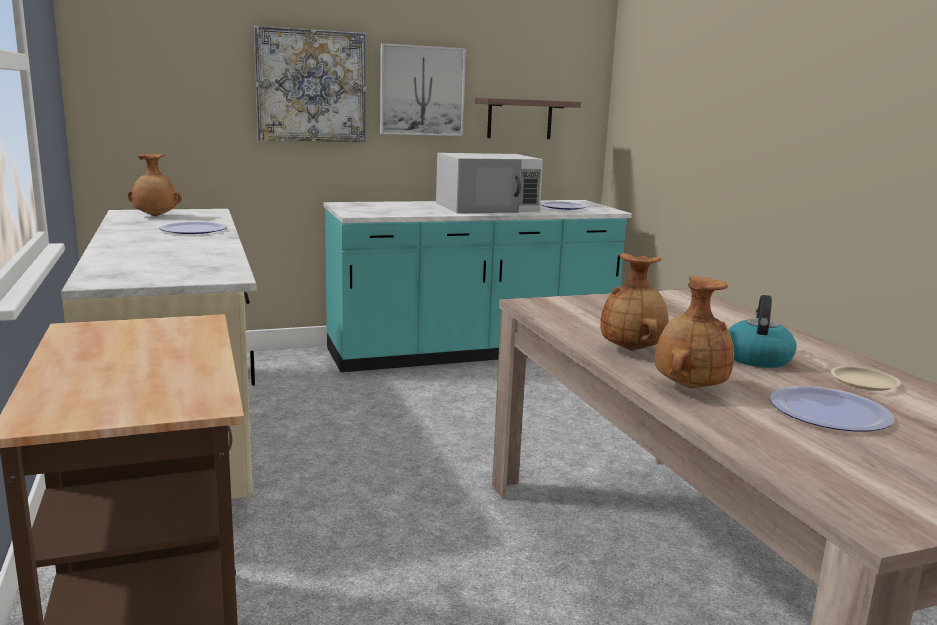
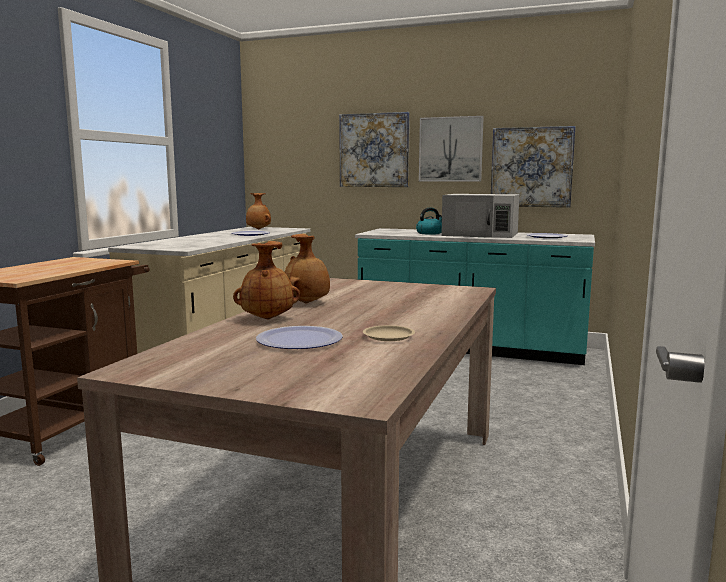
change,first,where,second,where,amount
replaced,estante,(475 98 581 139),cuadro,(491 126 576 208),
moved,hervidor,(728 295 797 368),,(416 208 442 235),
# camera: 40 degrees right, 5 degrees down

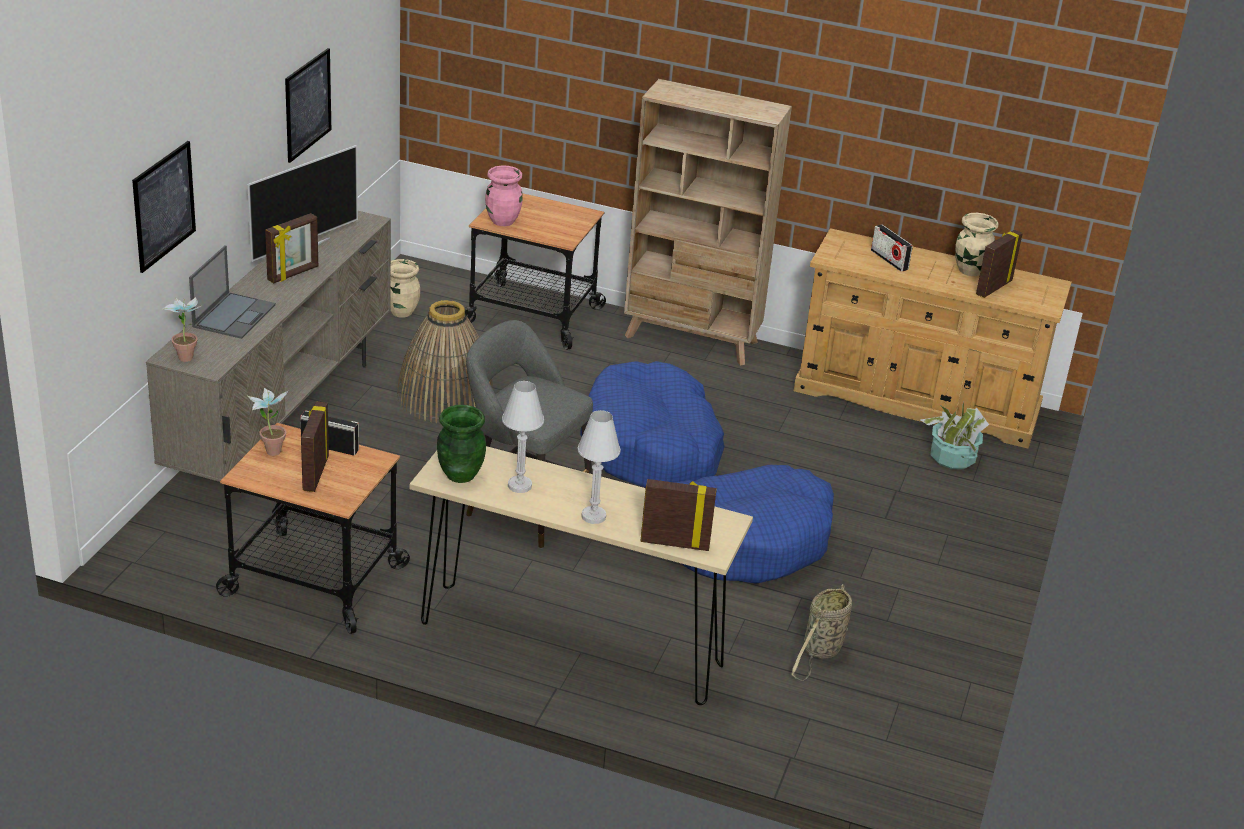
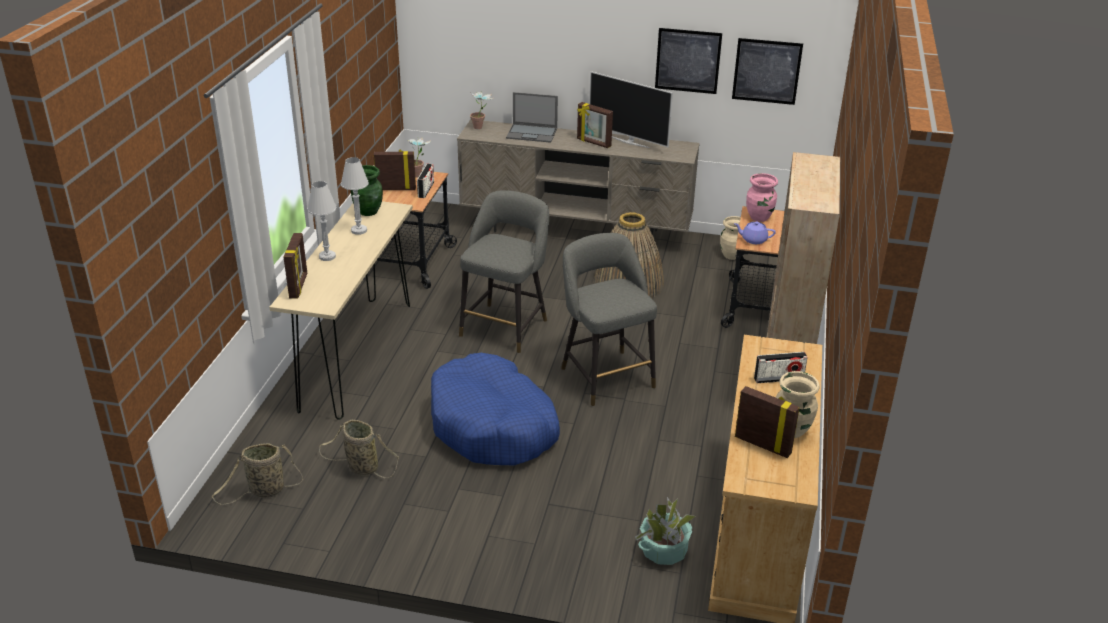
change,first,where,second,where,amount
moved,cuadro,(132 141 196 273),,(732 38 803 105),
turned,radio,(871 225 913 271),,(754 352 808 383),150 degrees counterclockwise
replaced,cama para perro (azul),(580 361 725 488),taburete (gris),(561 233 657 406),
added,,,tetera (morado),(734 222 776 244),
added,,,cesta,(212 443 303 504),
# camera: 85 degrees right, 0 degrees up

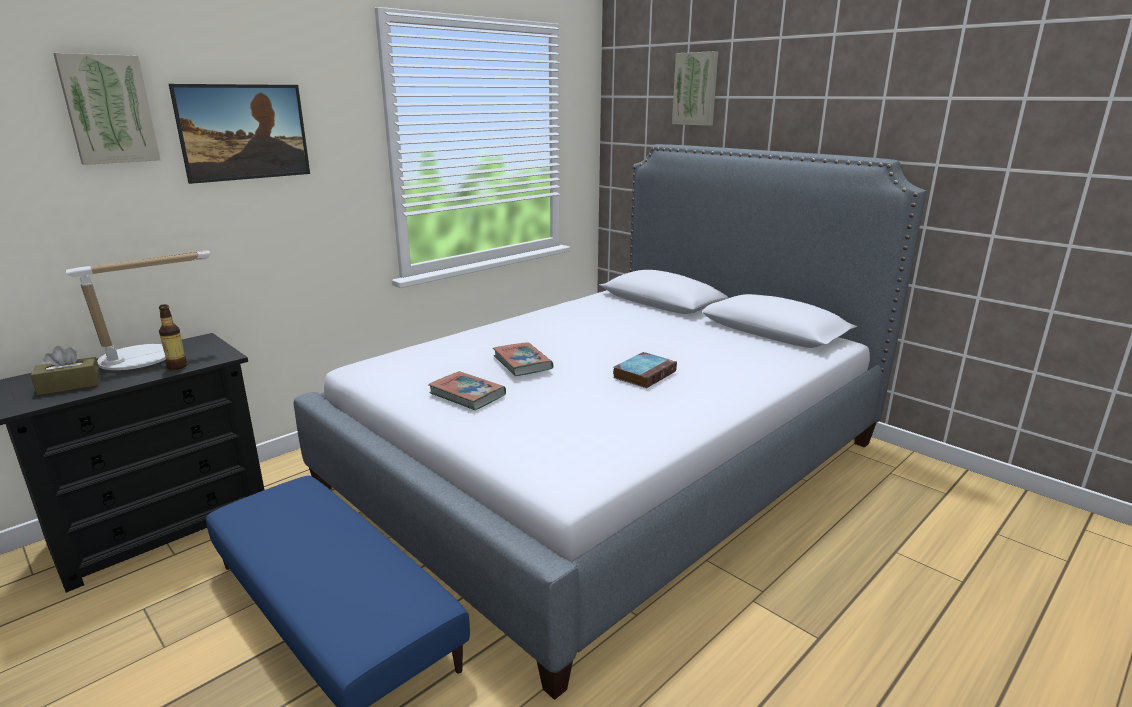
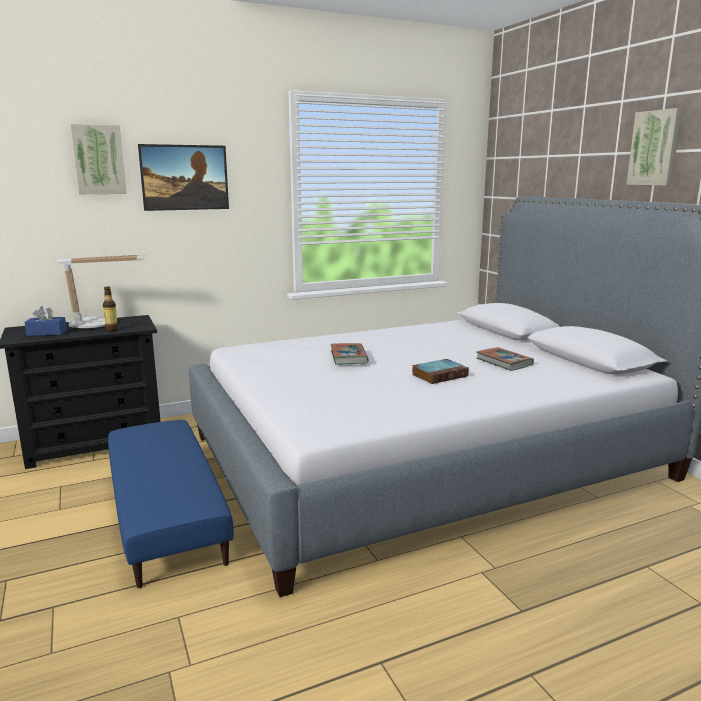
change,first,where,second,where,amount
moved,cuadro,(672 51 718 126),,(626 108 682 185),
recoloured,caja de pañuelos (marrón),(31 346 101 395),caja de pañuelos (azul),(24 306 67 336),
moved,libro,(428 371 506 410),,(477 347 534 371),
# camera: 20 degrees right, 5 degrees down

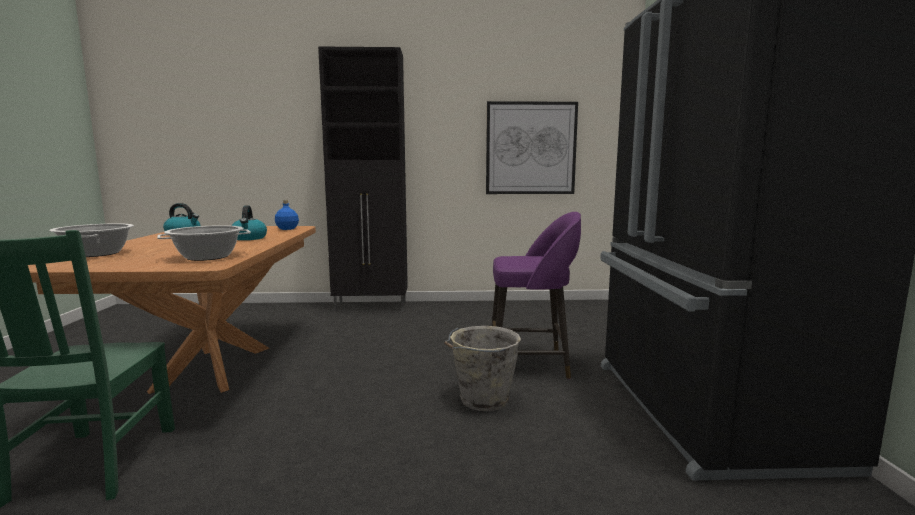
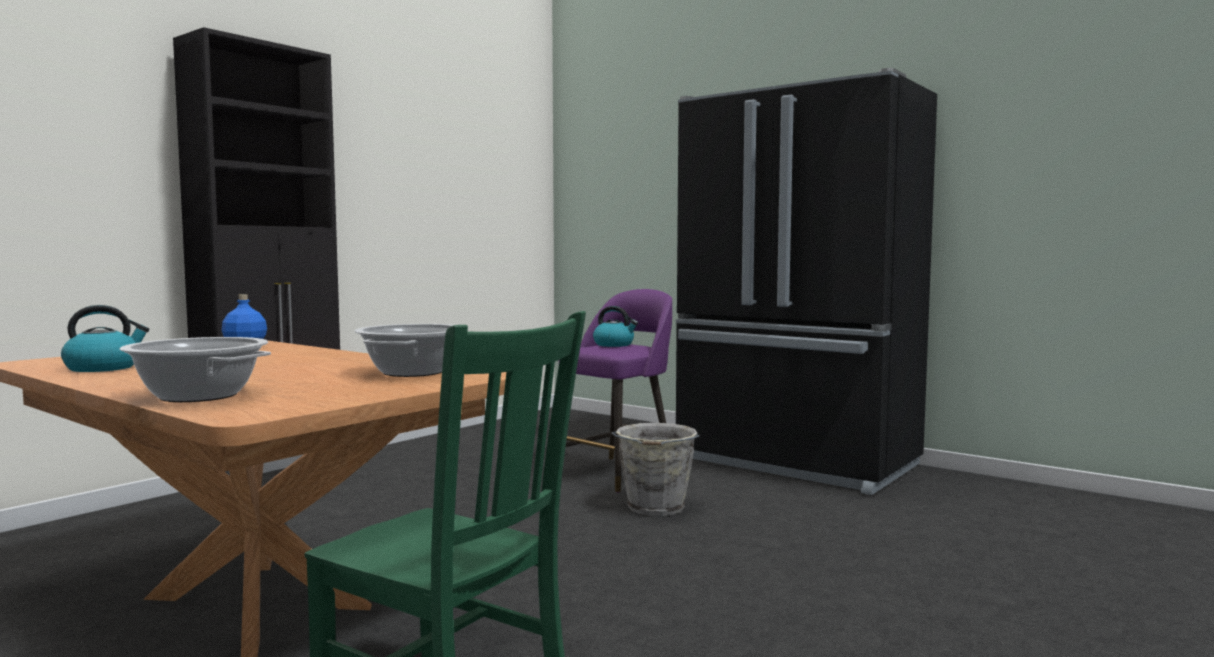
change,first,where,second,where,amount
removed,cuadro,(486 101 578 194),,,
moved,hervidor,(231 205 267 240),,(593 306 638 347),
# camera: 50 degrees left, 5 degrees down

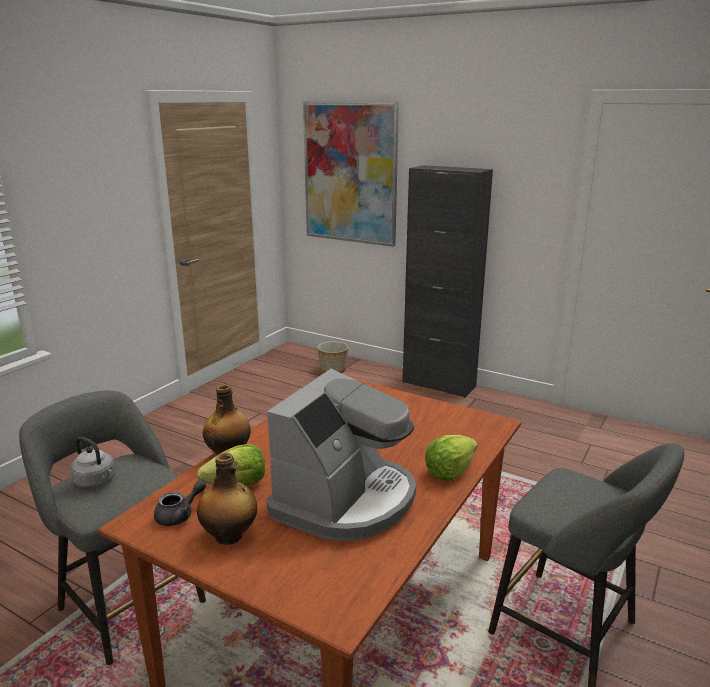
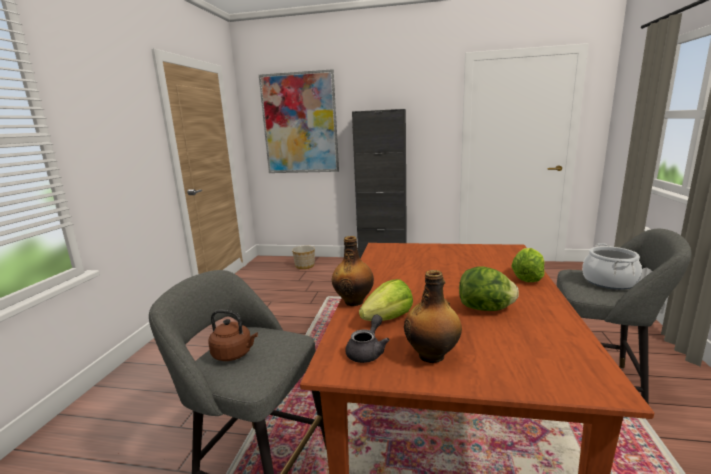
change,first,where,second,where,amount
replaced,cafetera,(267 369 416 541),lechuga,(459 266 519 311),
recoloured,hervidor (gris),(71 437 115 488),hervidor (marrón),(208 310 258 361),
added,,,olla,(582 243 642 290),
# camera: 20 degrees left, 5 degrees down

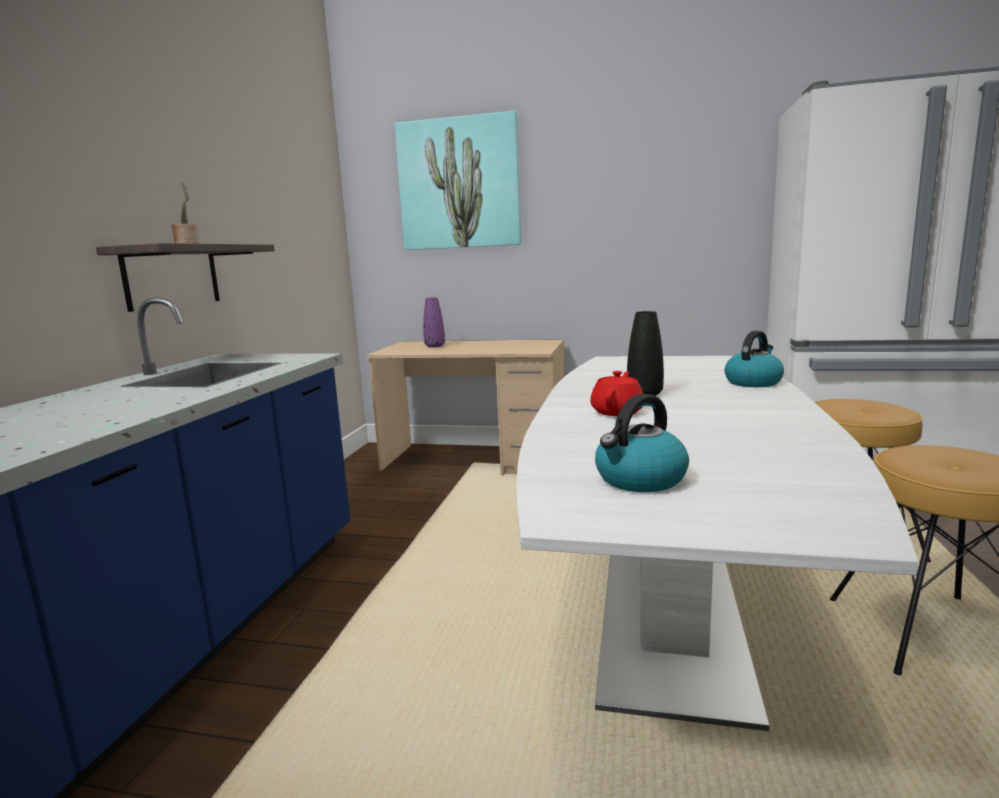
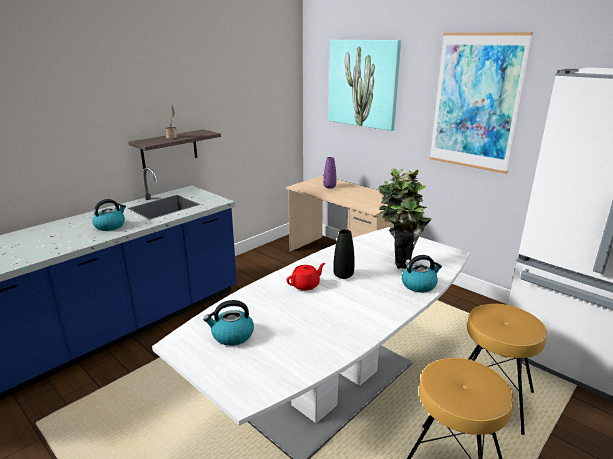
change,first,where,second,where,amount
added,,,cuadro,(429 32 533 174),
added,,,planta en maceta,(377 168 432 269),
added,,,hervidor,(92 199 126 231),
# camera: 30 degrees right, 10 degrees up

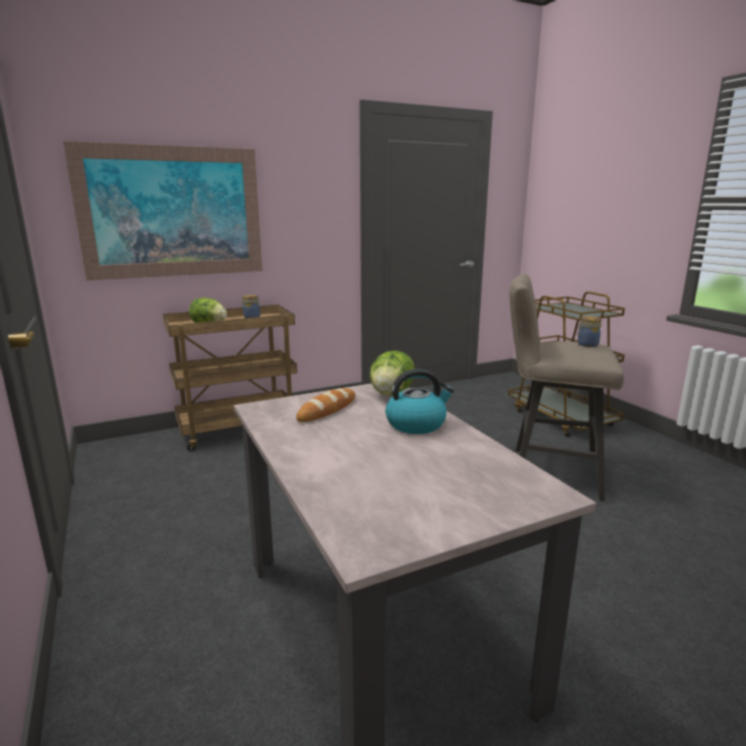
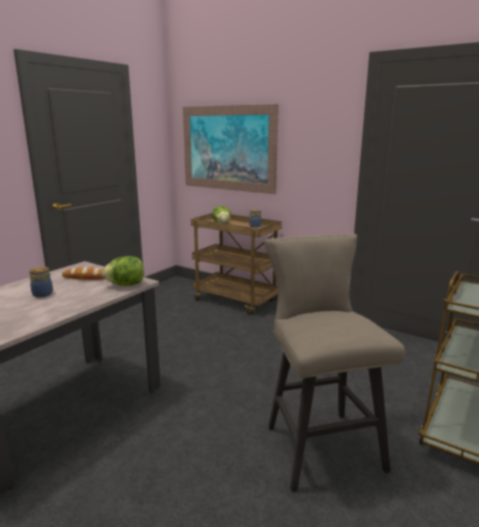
change,first,where,second,where,amount
moved,tarro,(577 316 602 347),,(29 267 53 297),
removed,hervidor,(385 369 454 434),,,
# camera: 60 degrees right, 0 degrees up

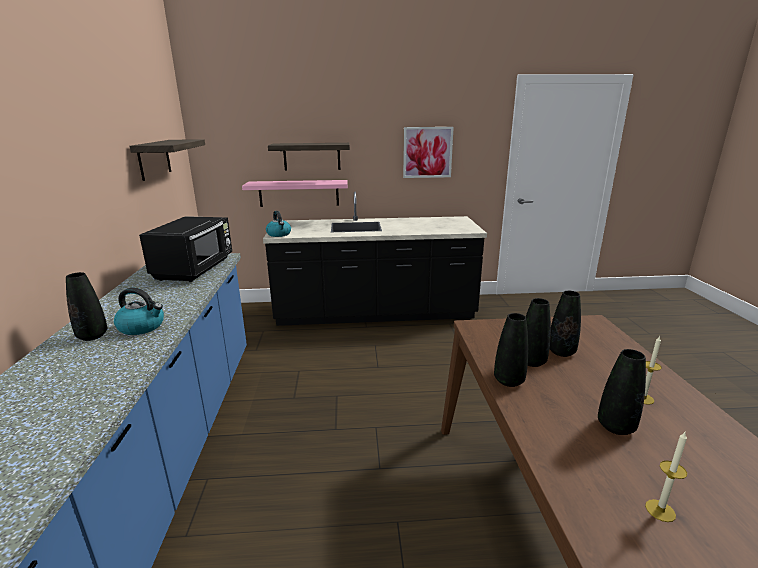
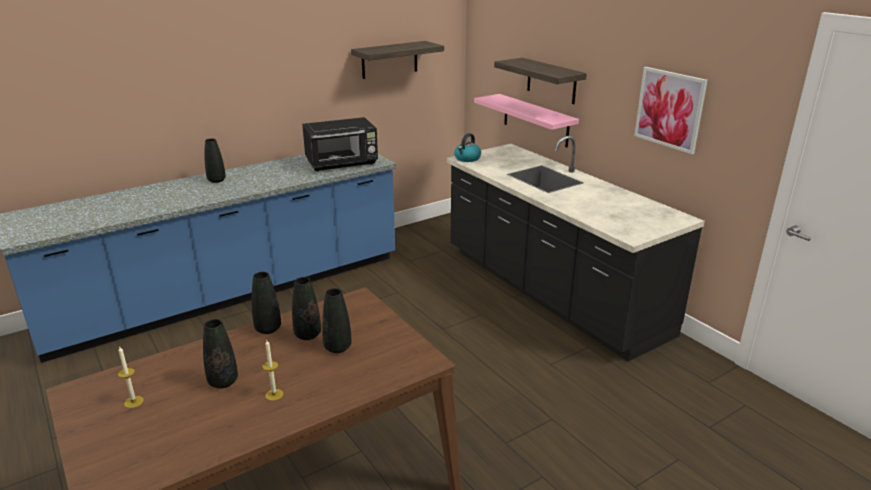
change,first,where,second,where,amount
removed,hervidor,(114 288 164 335),,,
# camera: 60 degrees right, 5 degrees up

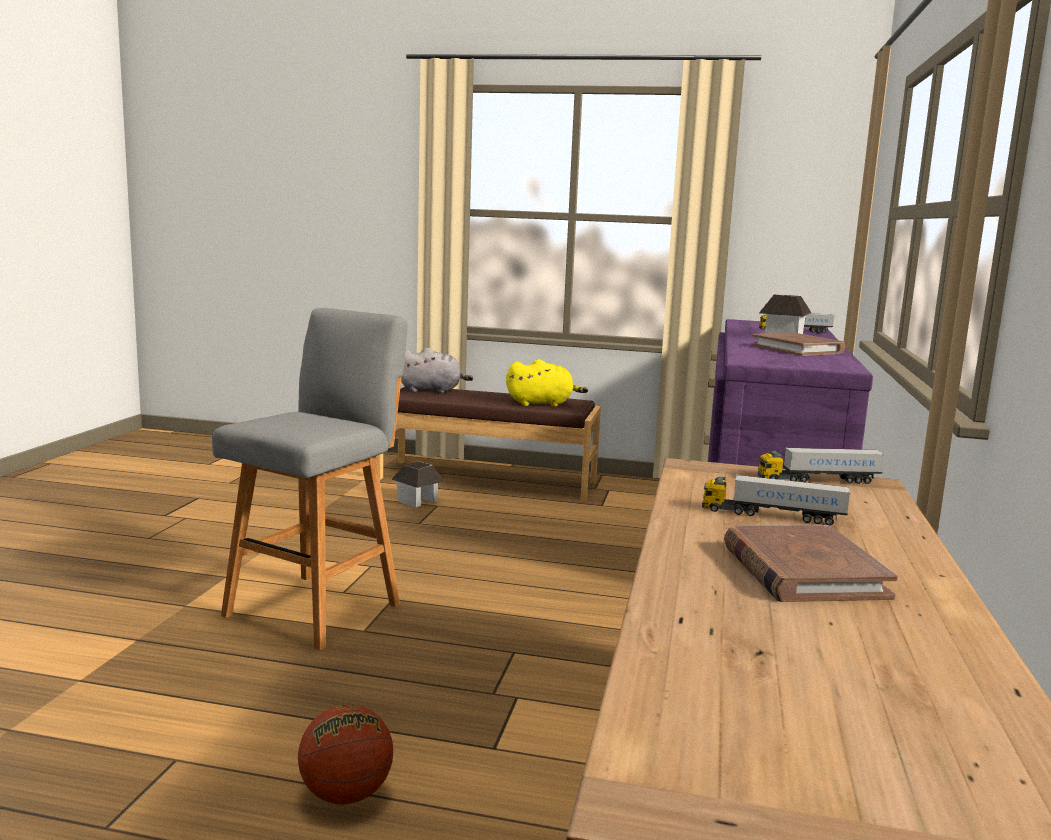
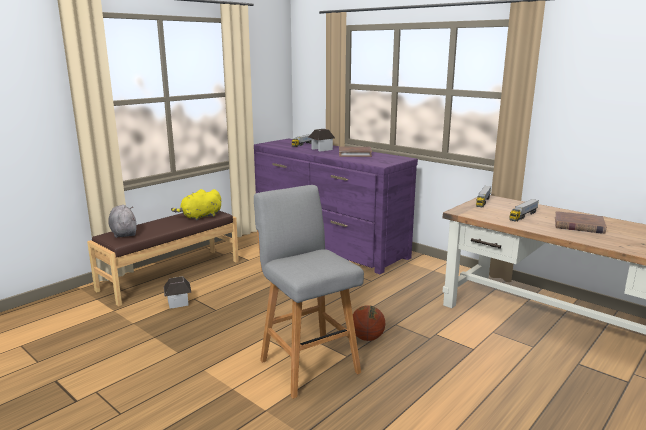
change,first,where,second,where,amount
turned,peluche (gris),(401 348 473 393),,(108 205 137 238),60 degrees counterclockwise
turned,peluche (amarillo),(506 359 588 407),,(171 189 221 221),150 degrees counterclockwise
moved,balón de baloncesto,(298 705 393 805),,(353 305 385 341),
# camera: 60 degrees left, 5 degrees up

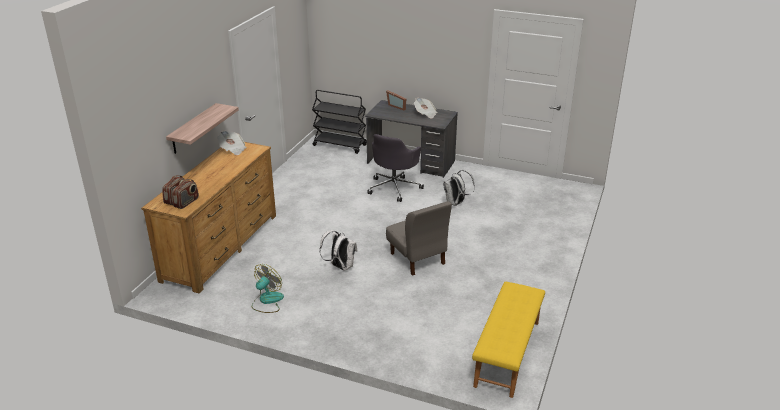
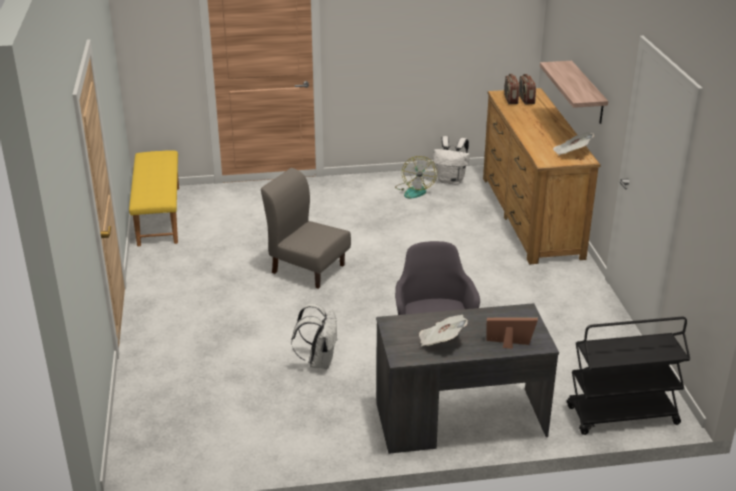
change,first,where,second,where,amount
moved,mochila (blanco),(320 230 357 271),,(433 136 470 184),
# camera: 150 degrees right, 0 degrees up

